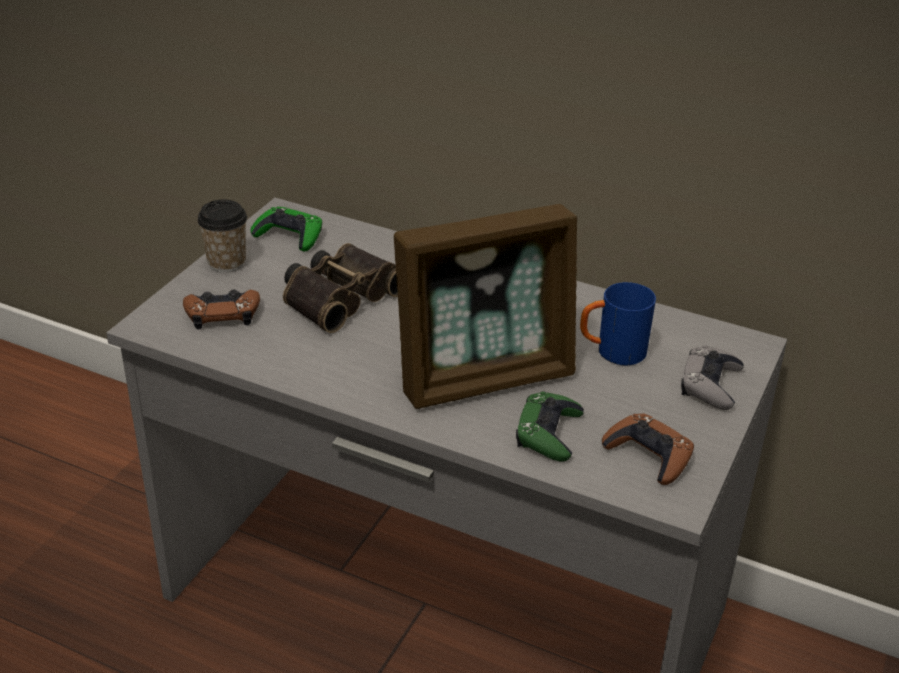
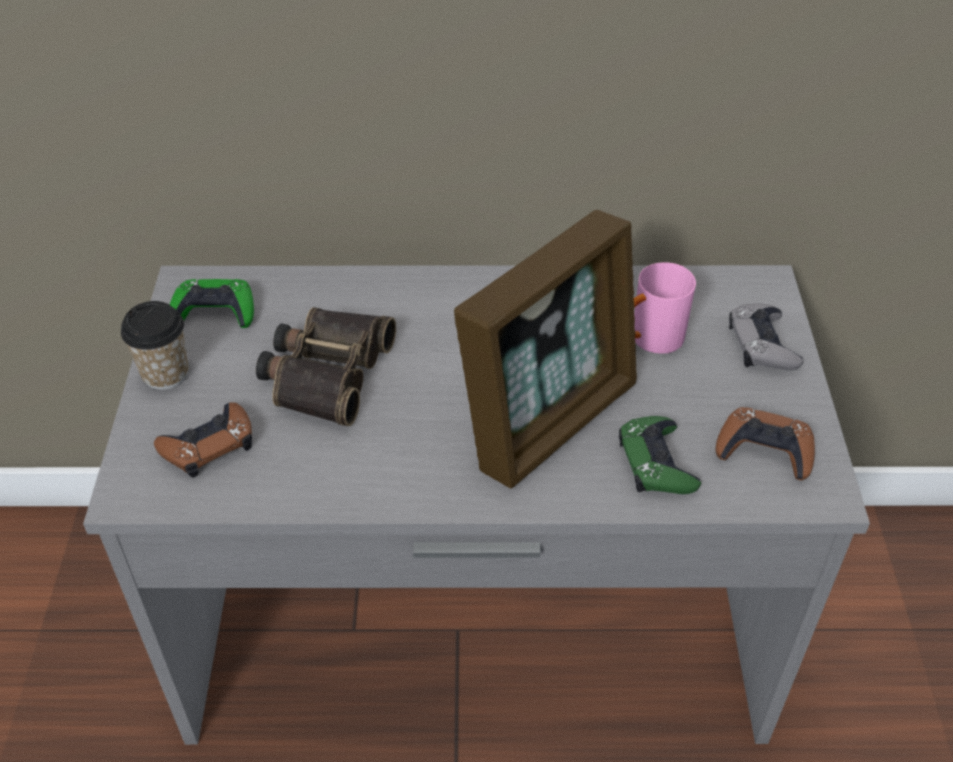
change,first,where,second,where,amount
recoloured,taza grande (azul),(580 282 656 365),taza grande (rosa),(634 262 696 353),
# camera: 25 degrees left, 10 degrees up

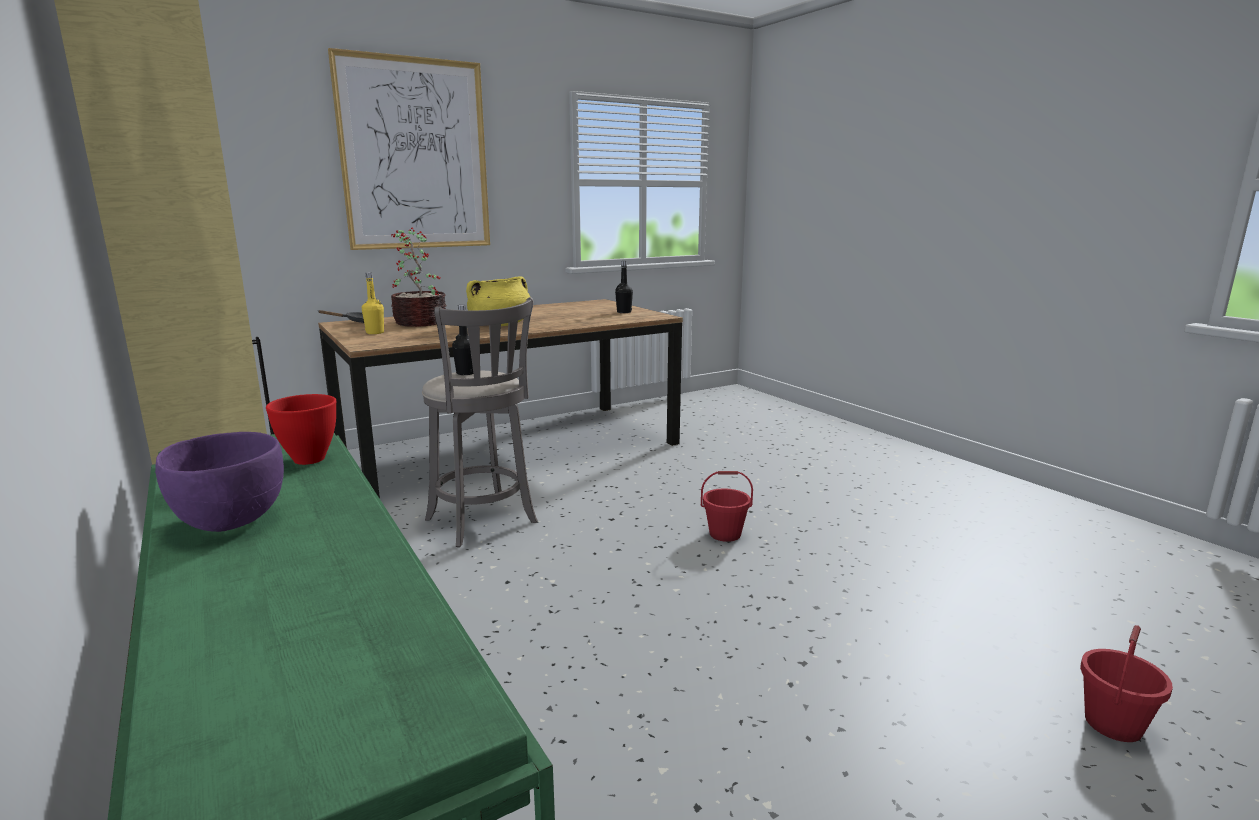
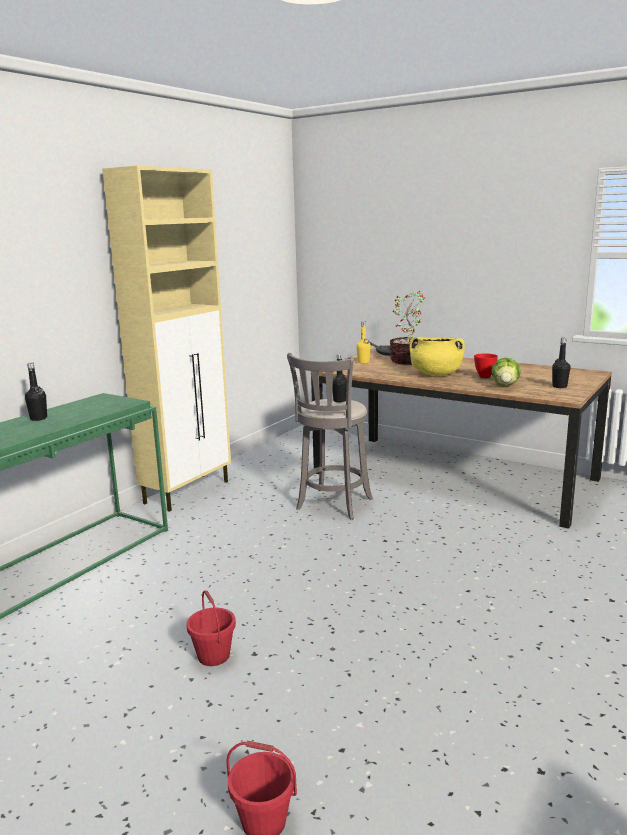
change,first,where,second,where,amount
removed,cuadro,(328 48 490 250),,,
moved,cuenco (rojo),(266 394 336 465),,(474 353 498 378),
replaced,cuenco (morado),(155 432 284 532),botella (negro),(25 362 47 421),
moved,cubo (rojo),(701 471 753 542),,(186 590 236 666),
added,,,lechuga,(491 358 521 386),
# camera: 65 degrees right, 0 degrees up

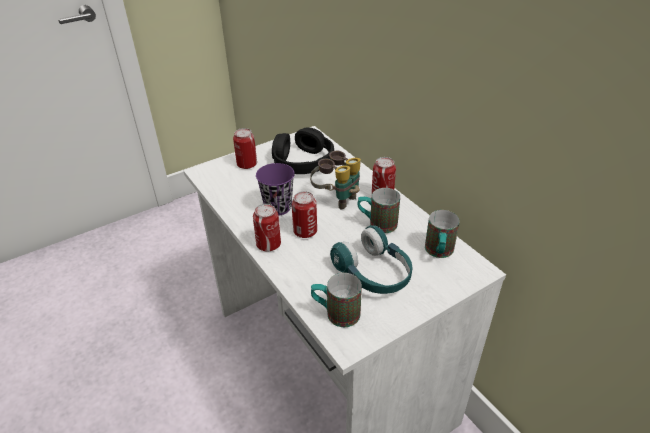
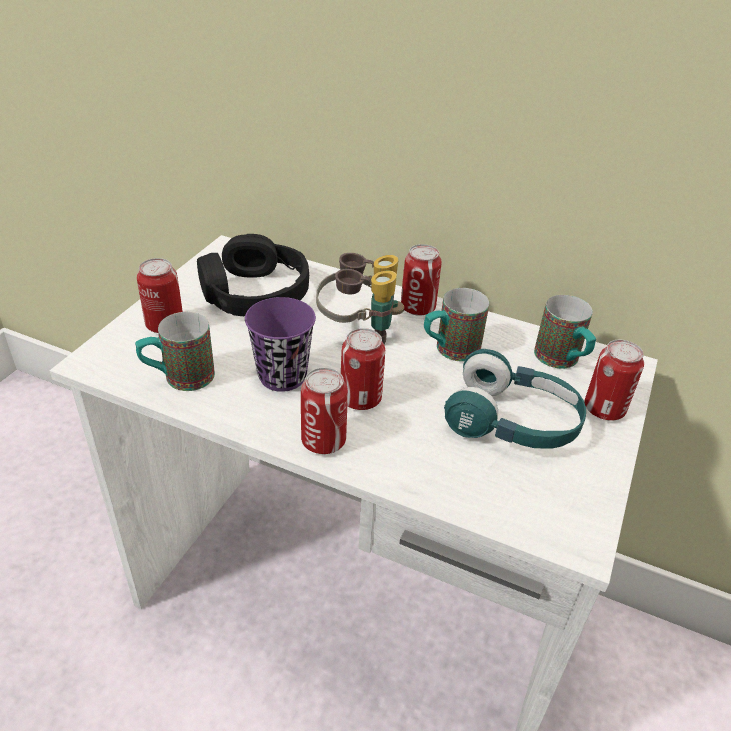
change,first,where,second,where,amount
moved,taza grande,(311 273 362 327),,(135 312 215 391),
added,,,lata,(584 340 644 421),
# camera: 35 degrees left, 0 degrees up

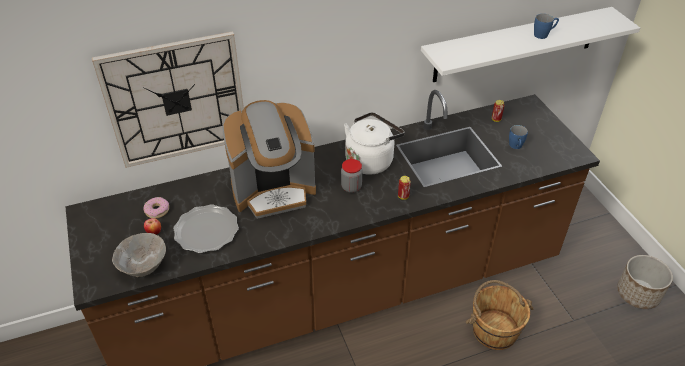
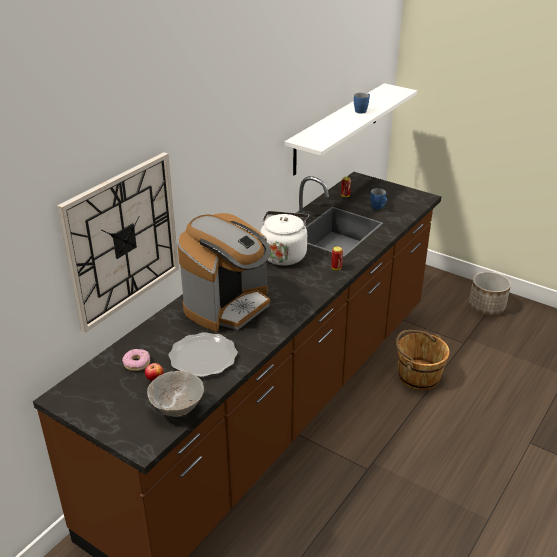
change,first,where,second,where,amount
removed,tarro,(341 159 362 193),,,
# camera: 35 degrees left, 10 degrees down

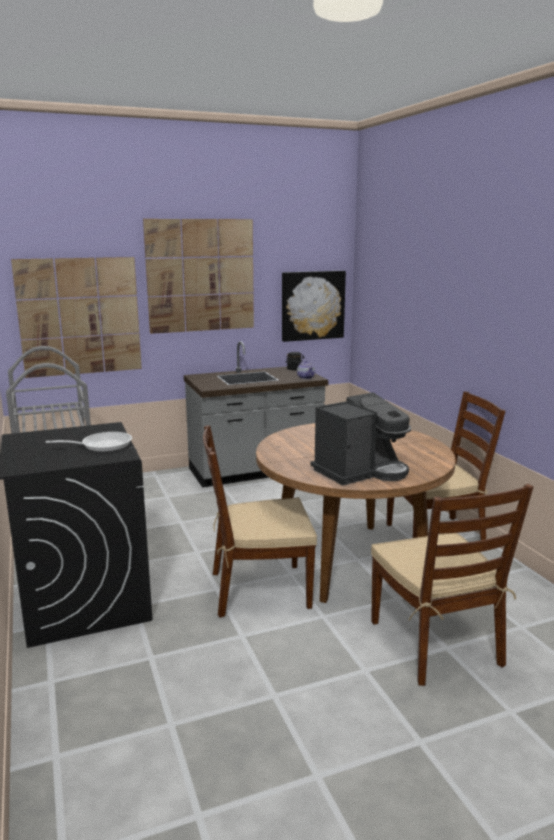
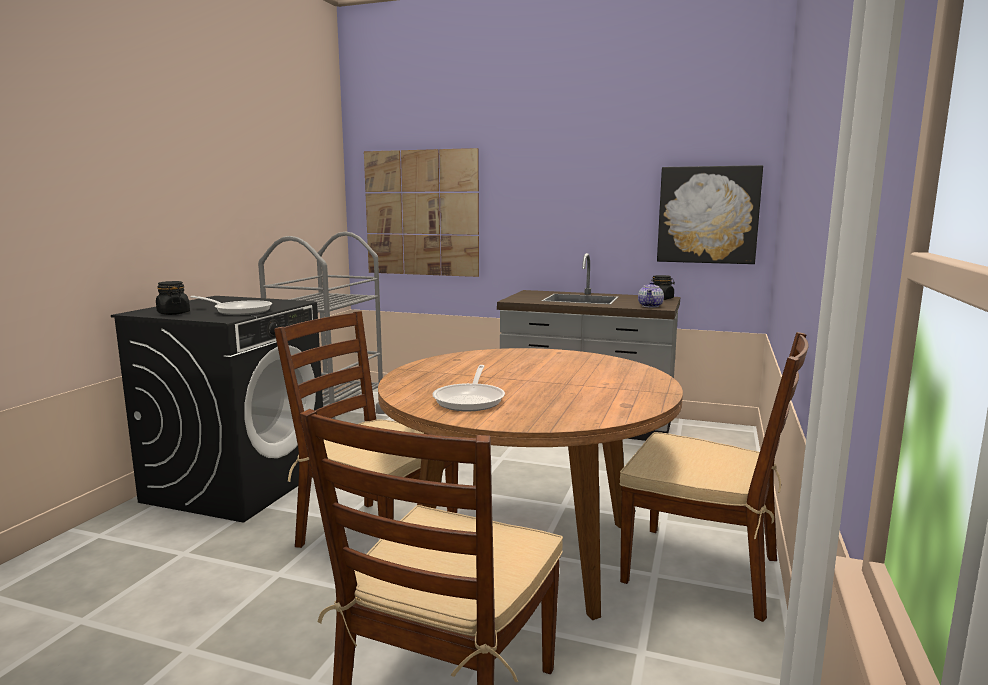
change,first,where,second,where,amount
removed,cuadro,(143 219 254 334),,,
replaced,cafetera,(310 392 411 485),sartén,(432 365 505 411),
added,,,tarro (negro),(156 281 190 315),
# camera: 40 degrees right, 5 degrees down

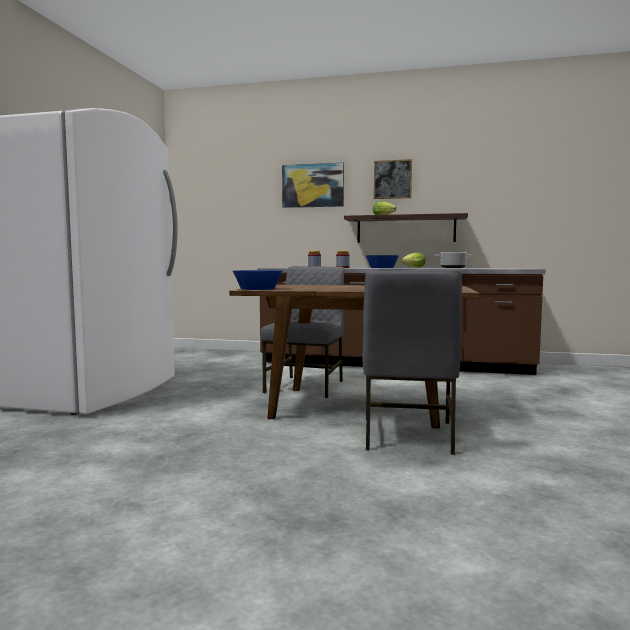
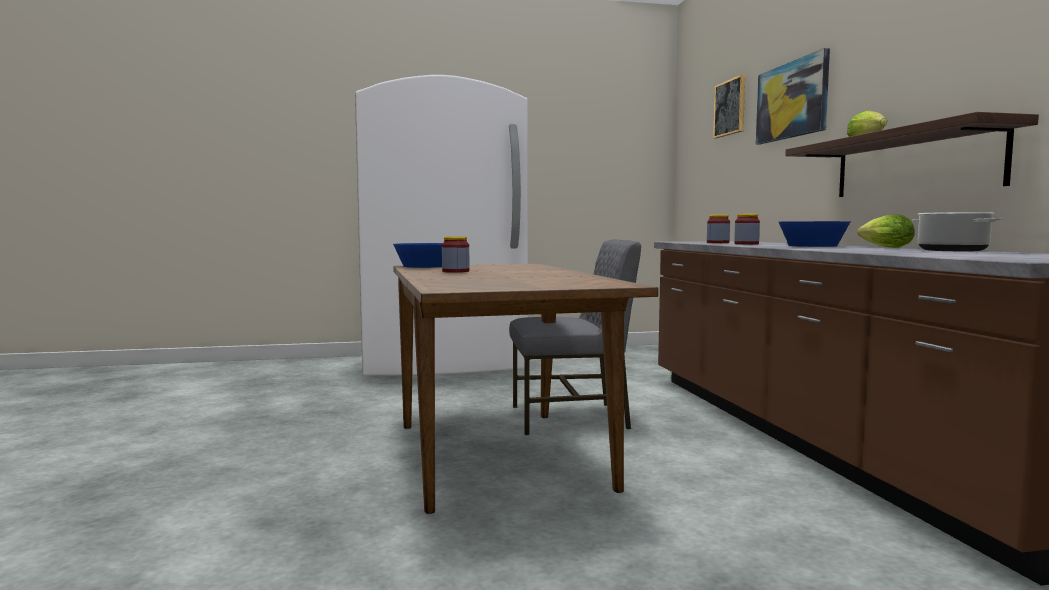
change,first,where,second,where,amount
moved,cuadro,(374 159 412 199),,(713 74 745 138),
removed,silla (gris),(362 270 462 455),,,
added,,,tarro,(442 236 469 273),
# camera: 65 degrees right, 0 degrees up

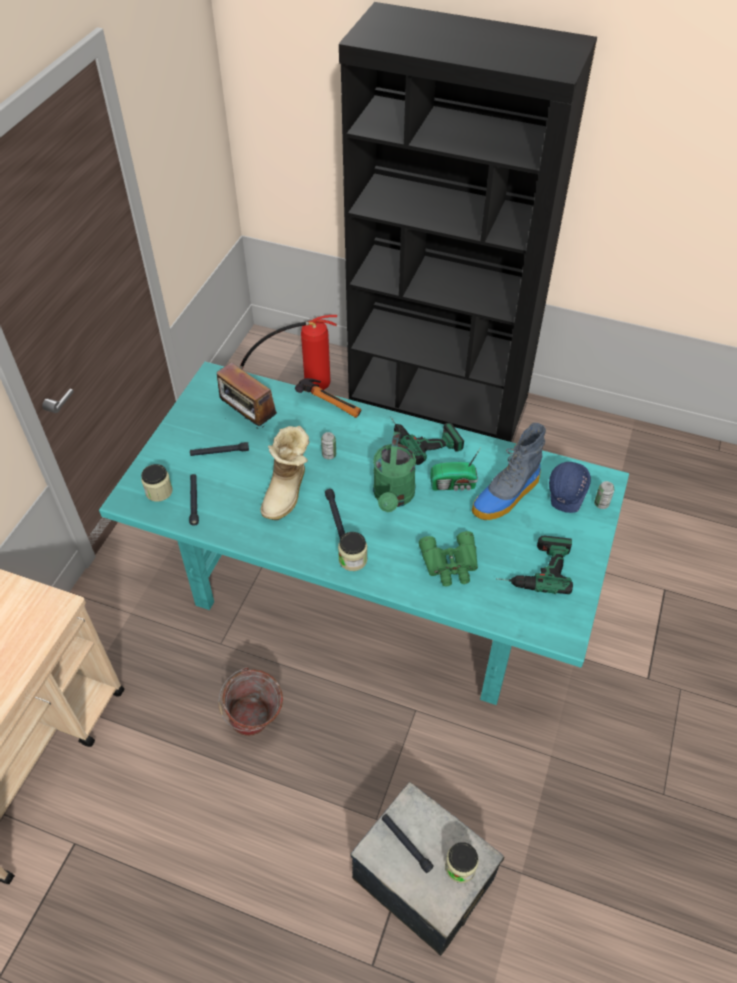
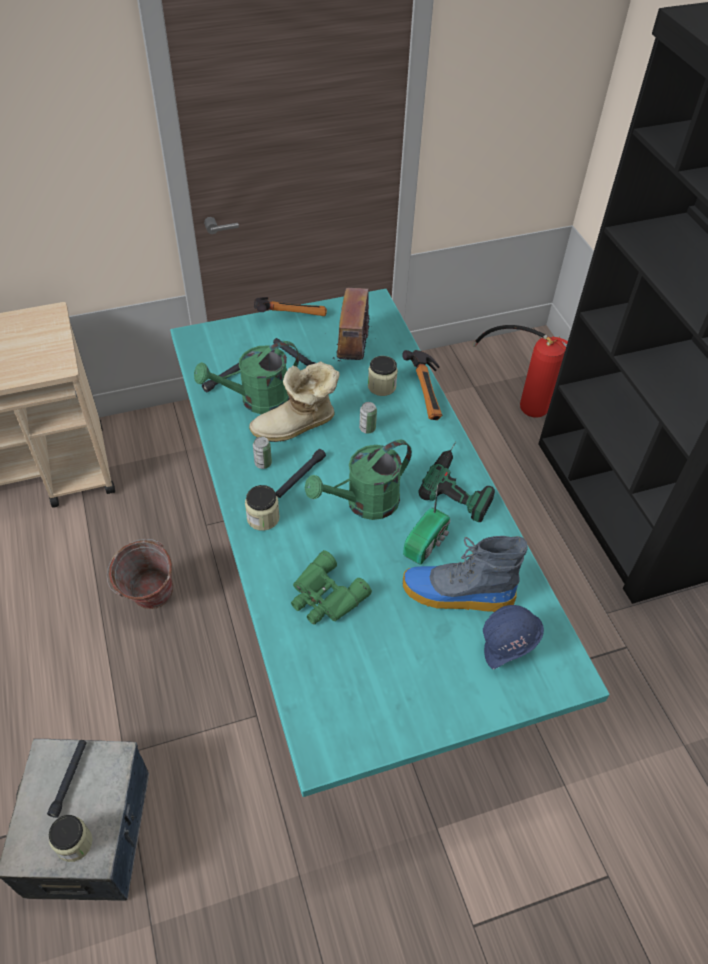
change,first,where,second,where,amount
turned,radio,(430 449 480 491),,(403 484 450 564),105 degrees counterclockwise
moved,tarro,(141 464 173 502),,(368 356 398 396),
moved,lata,(594 481 614 509),,(253 437 272 469),
removed,taladro,(496 536 573 594),,,
added,,,martillo,(254 297 327 316),
added,,,regadera (verde),(194 341 299 414),
# camera: 50 degrees right, 0 degrees up

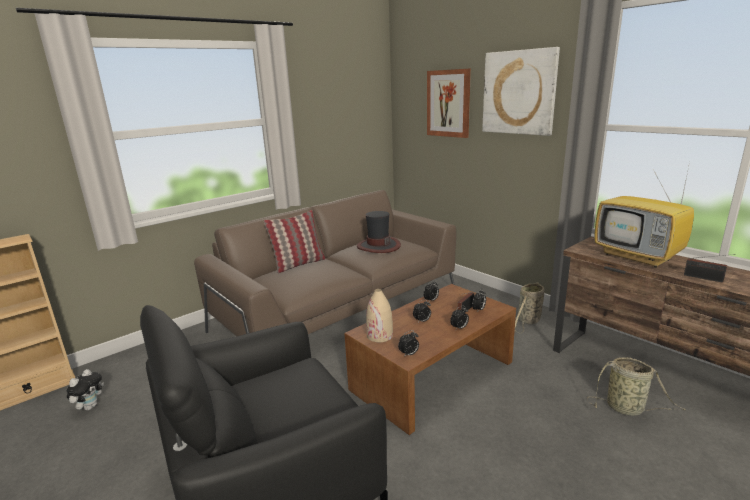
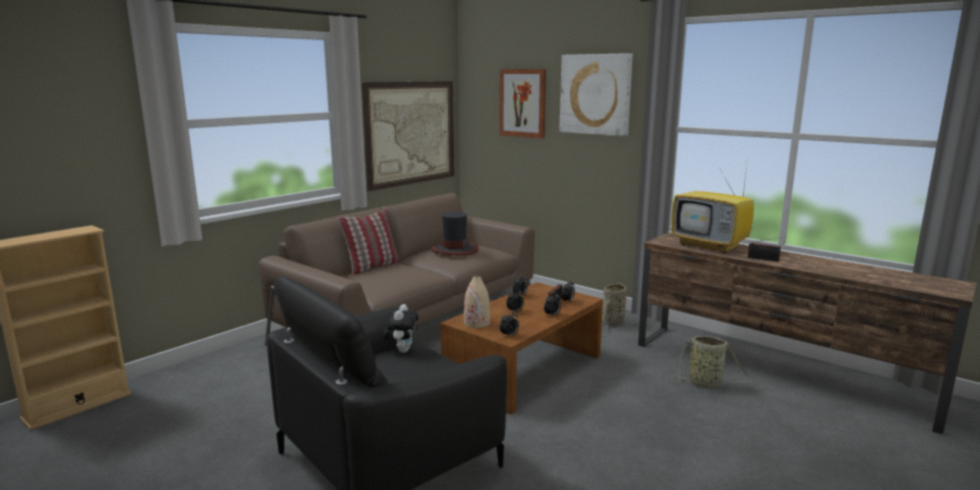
change,first,where,second,where,amount
moved,peluche,(67 369 104 410),,(383 304 419 353),
added,,,cuadro,(362 81 454 191),
# camera: 10 degrees left, 5 degrees down

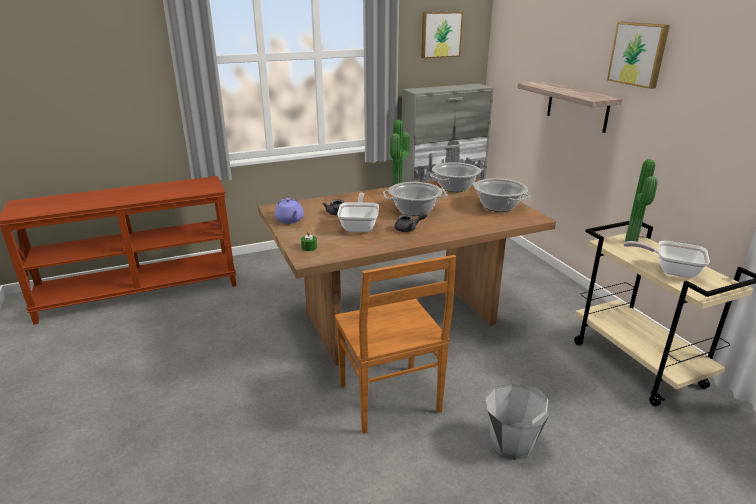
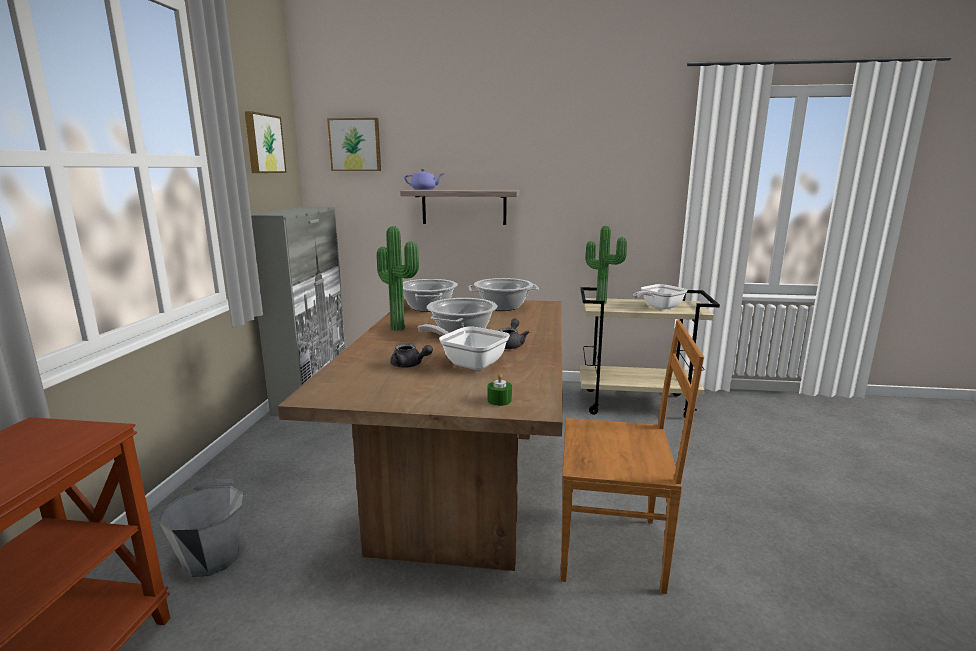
change,first,where,second,where,amount
moved,cuadro,(607 22 670 89),,(327 118 381 171),
moved,tetera (morado),(274 198 304 224),,(404 169 445 190),
moved,cubo (gris),(485 384 550 460),,(159 479 243 577),
# camera: 60 degrees left, 10 degrees down

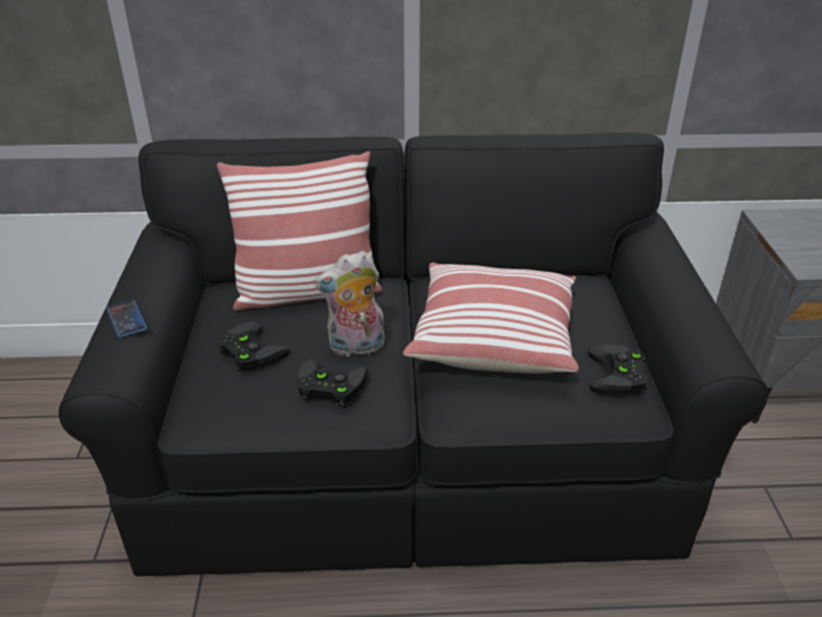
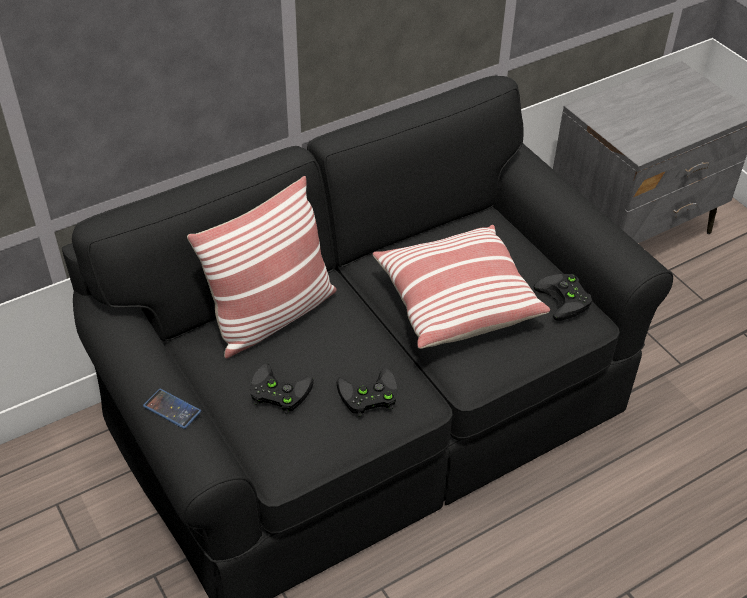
change,first,where,second,where,amount
removed,peluche,(314 251 385 357),,,
# camera: 30 degrees left, 10 degrees up

